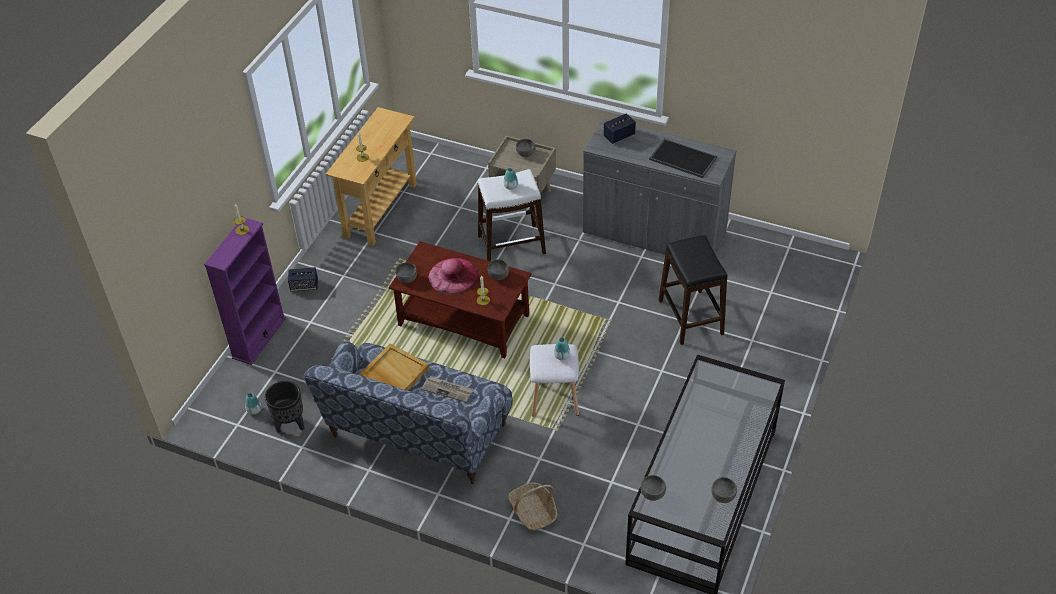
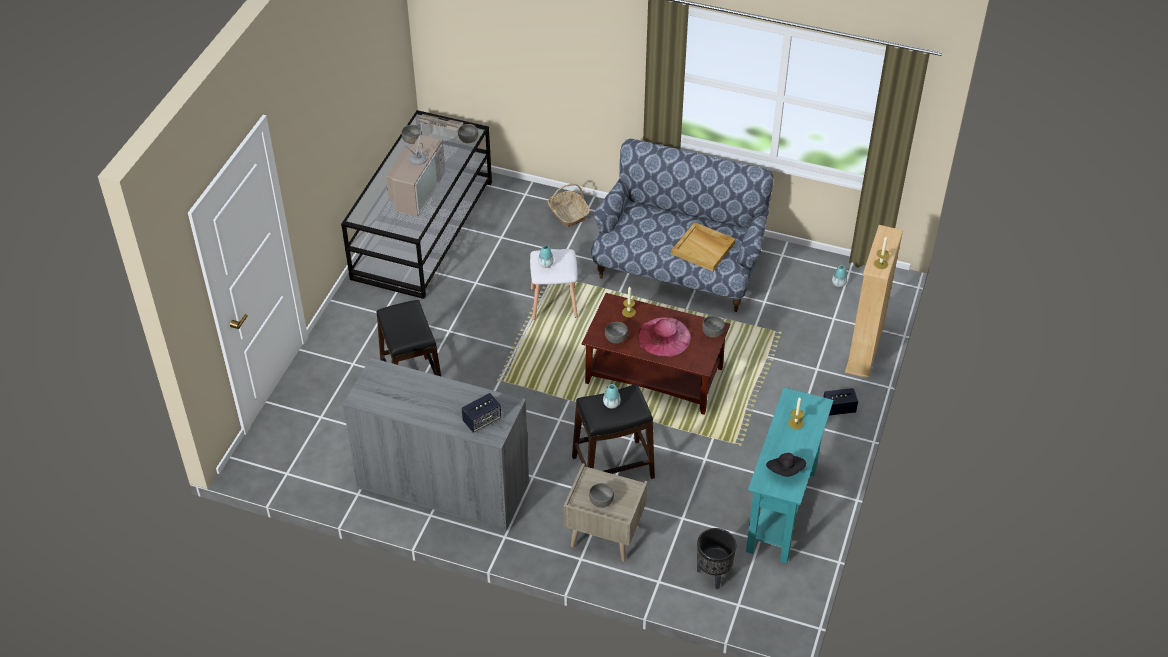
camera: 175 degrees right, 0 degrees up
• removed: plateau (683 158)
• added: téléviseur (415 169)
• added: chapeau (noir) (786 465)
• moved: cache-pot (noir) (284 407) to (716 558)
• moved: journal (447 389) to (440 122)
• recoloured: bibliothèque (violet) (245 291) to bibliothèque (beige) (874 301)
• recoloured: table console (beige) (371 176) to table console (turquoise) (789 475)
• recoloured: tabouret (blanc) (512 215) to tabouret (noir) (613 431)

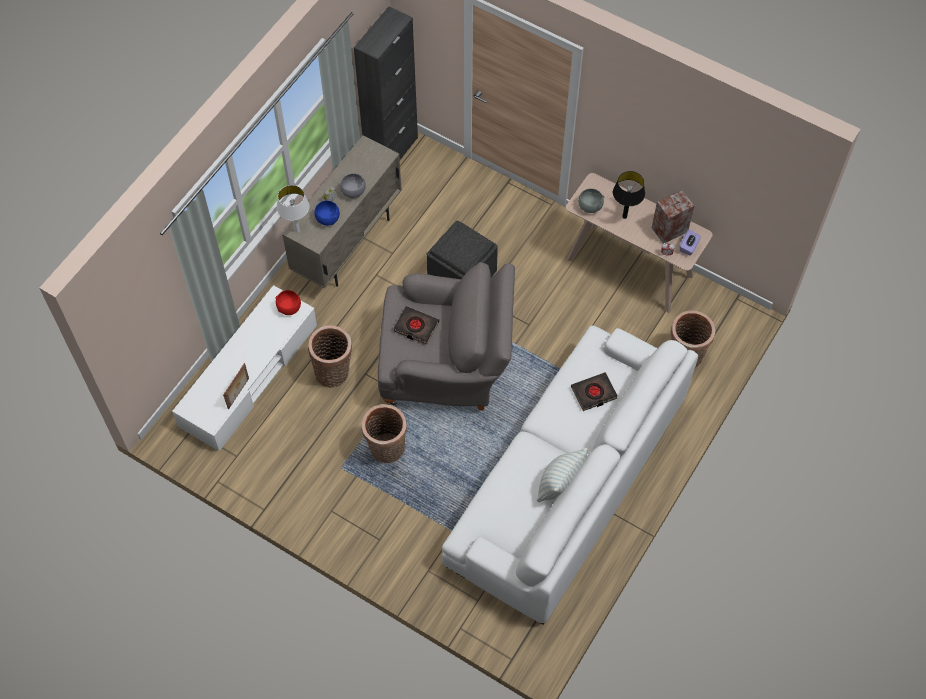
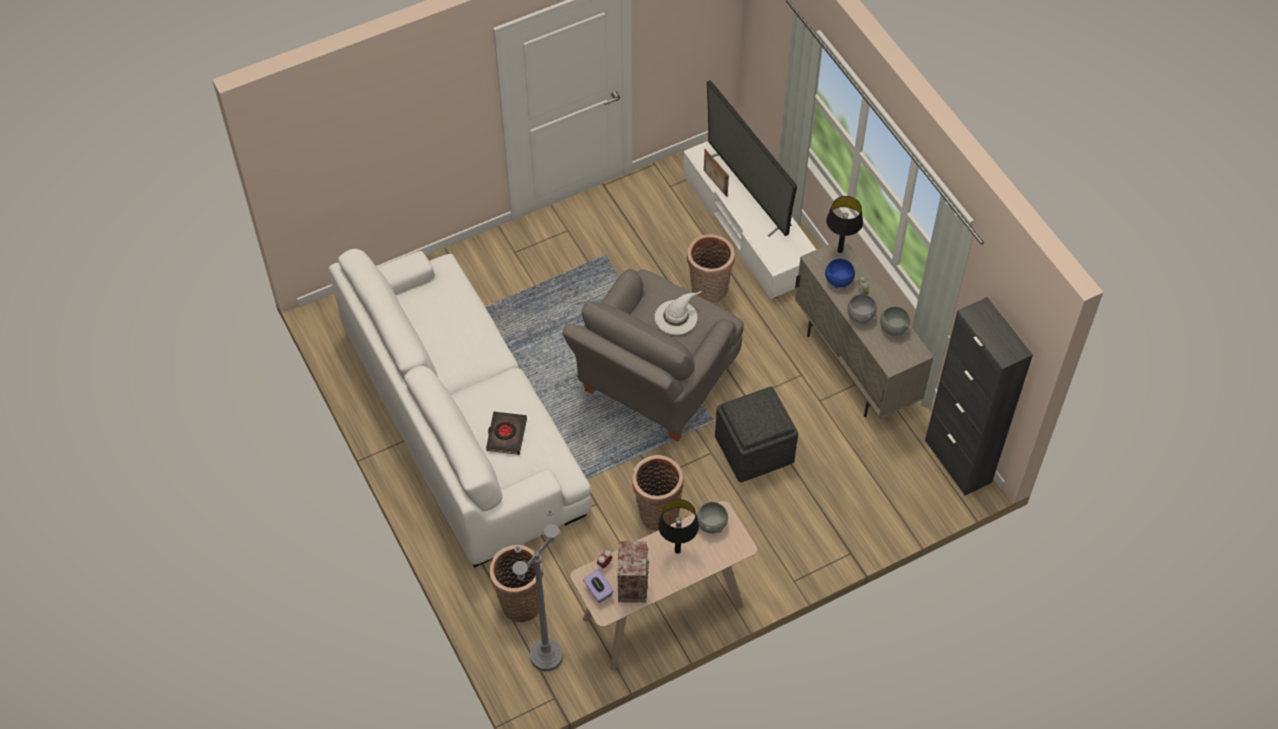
camera: 120 degrees right, 5 degrees down
• removed: bol (rouge) (288 302)
• removed: coussin (562 475)
• added: lampadaire (gris) (537 589)
• added: téléviseur (752 158)
• added: bol (gris) (895 321)
• moved: panier (384 433) to (658 493)
• replaced: livre (noir) (416 325) to chapeau (blanc) (678 313)
• recoloured: lampe de table (blanc) (293 209) to lampe de table (noir) (844 224)

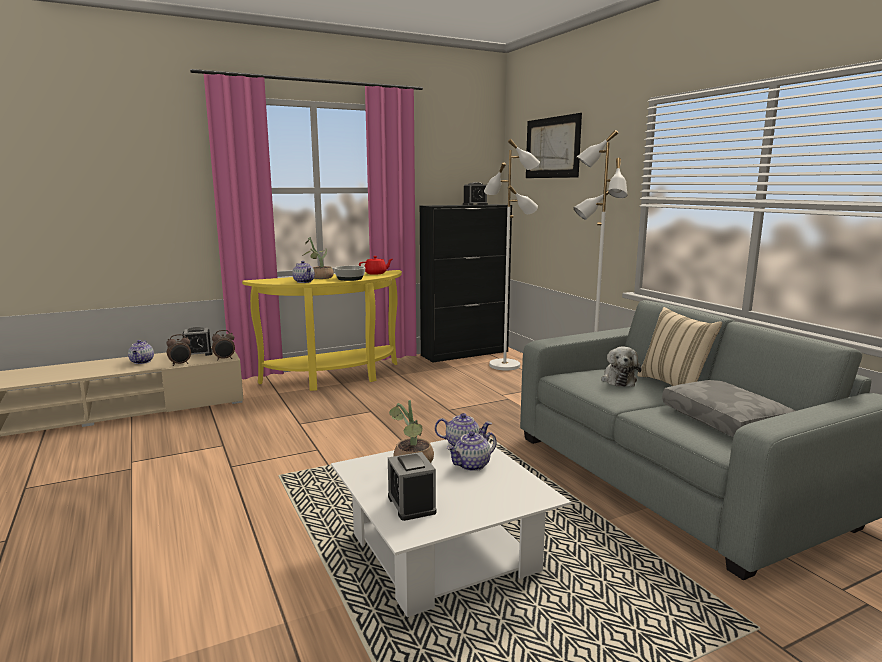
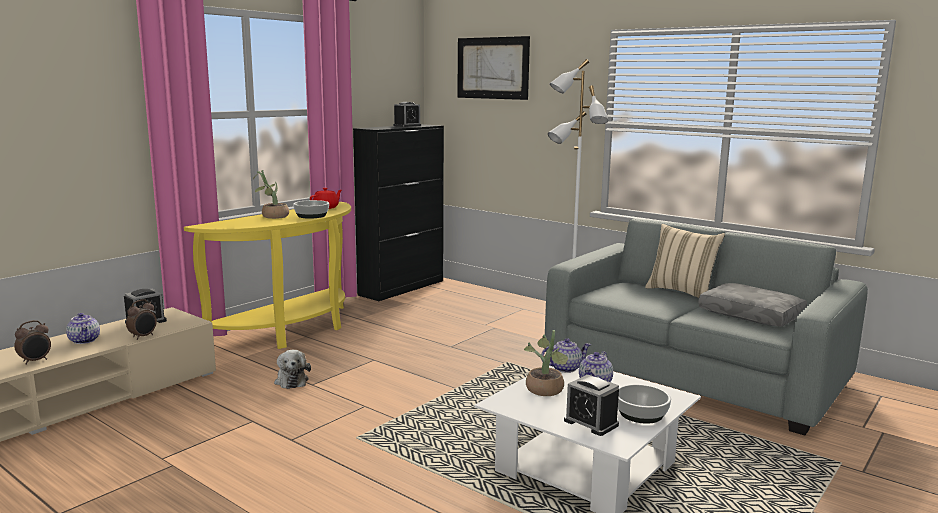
camera: 25 degrees left, 0 degrees up
• removed: théière (303 272)
• removed: lampadaire (blanc) (512 254)
• added: bol (644 404)
• moved: réveil (223 344) to (32 342)
• moved: peluche (621 366) to (292 369)

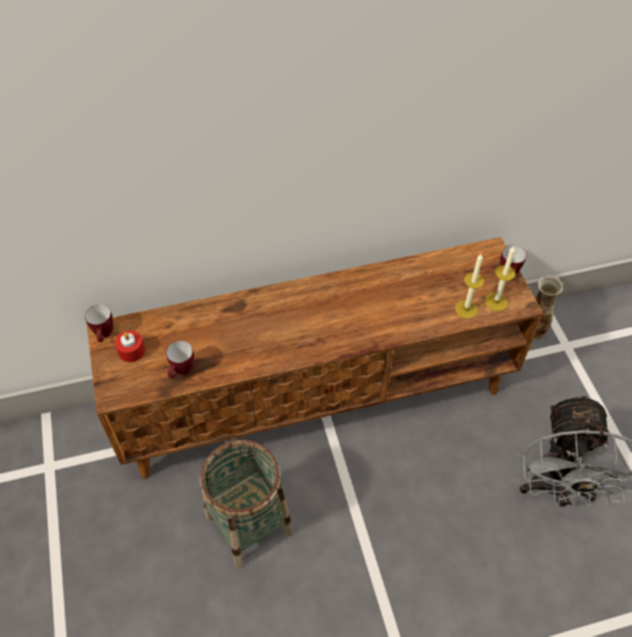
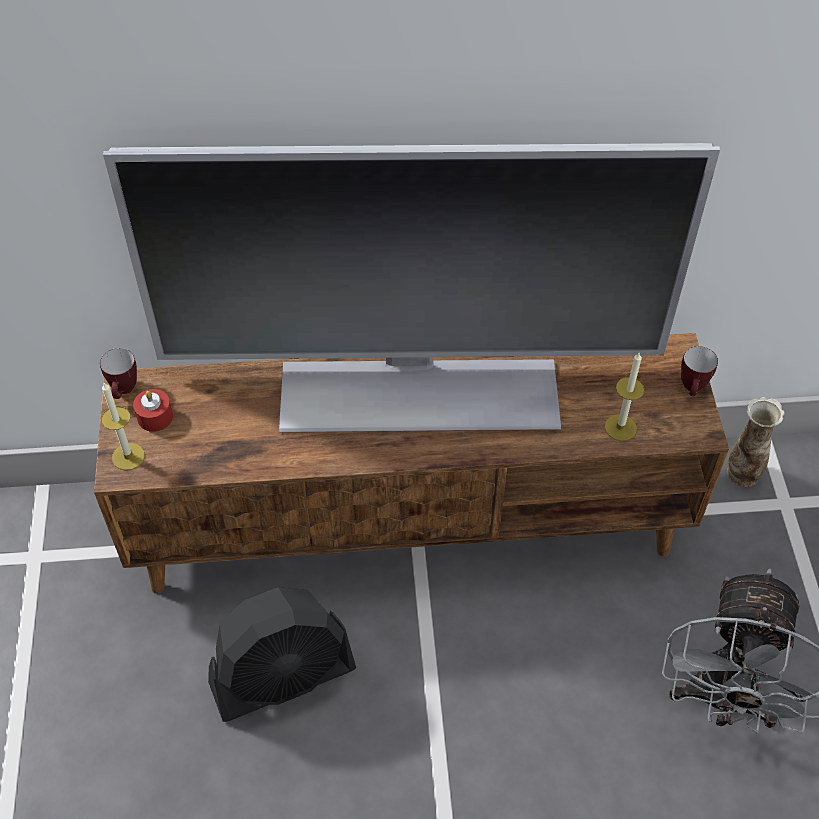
camera: 10 degrees right, 0 degrees up
• removed: mug (180 359)
• added: téléviseur (411 287)
• moved: bougie (500 278) to (123 426)
• replaced: panier (246 504) to ventilateur (noir) (282 654)

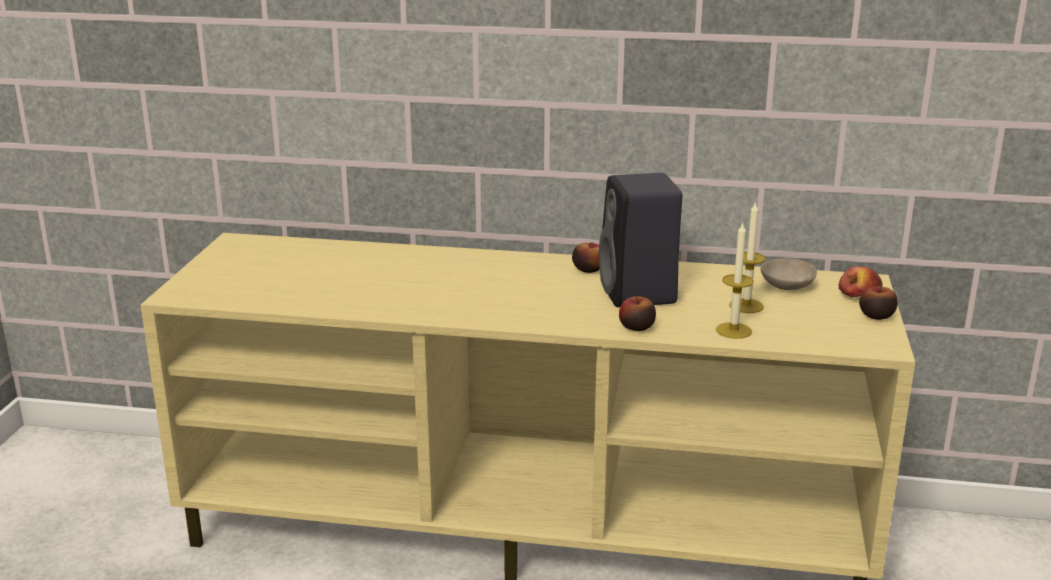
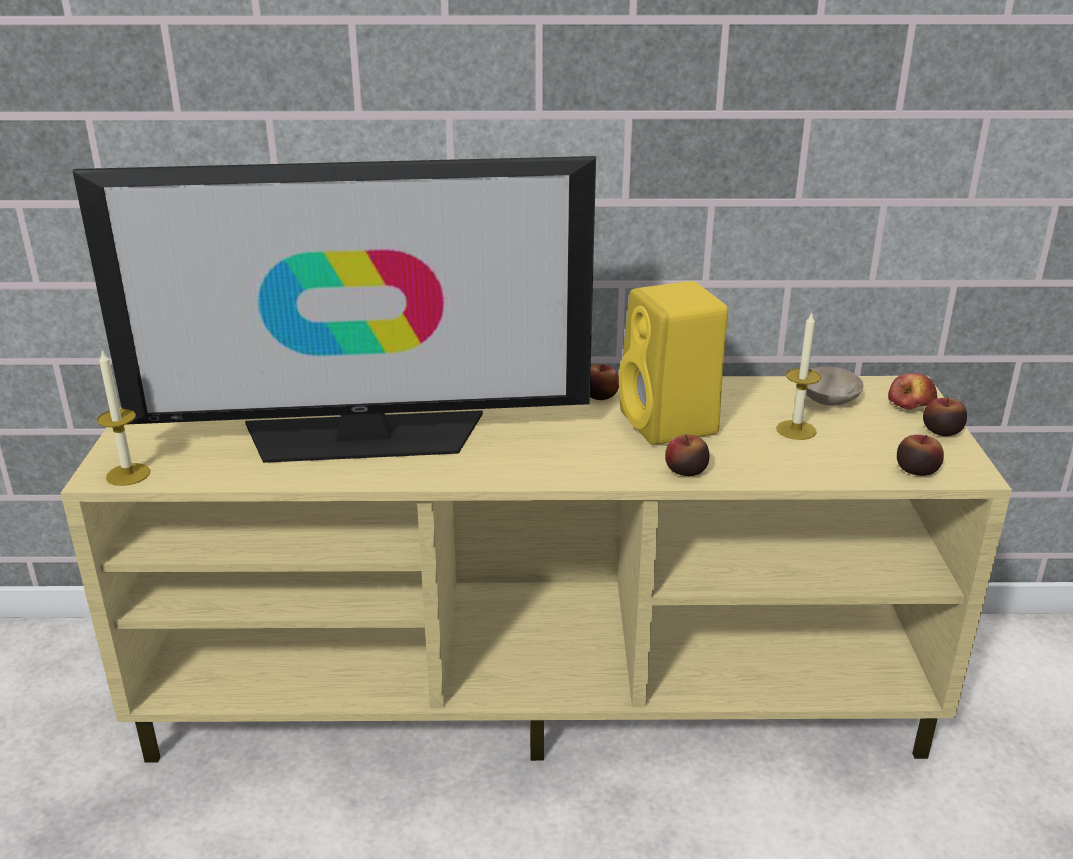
camera: 10 degrees left, 5 degrees up
• added: téléviseur (334 309)
• added: pomme (920 455)
• moved: bougie (735 280) to (123 418)
• recoloured: enceinte (noir) (640 240) to enceinte (jaune) (673 363)

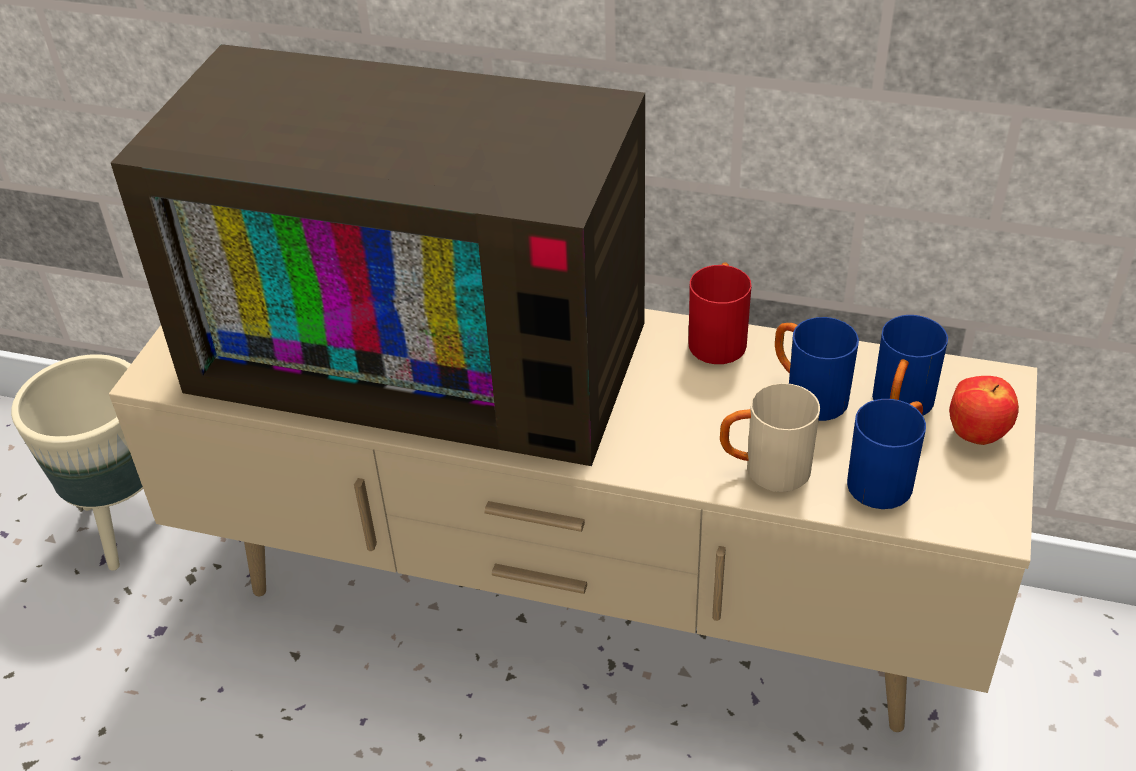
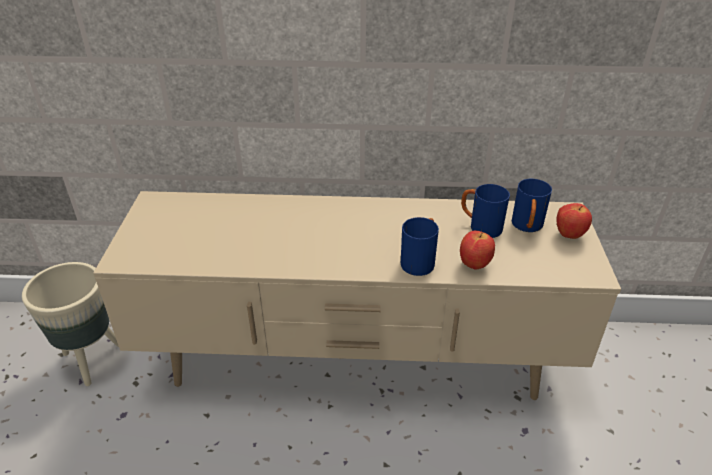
camera: 15 degrees left, 5 degrees down
• removed: téléviseur (378 255)
• removed: mug (rouge) (720 313)
• moved: mug (bleu) (886 454) to (420 246)
• replaced: mug (beige) (770 437) to pomme (477 250)

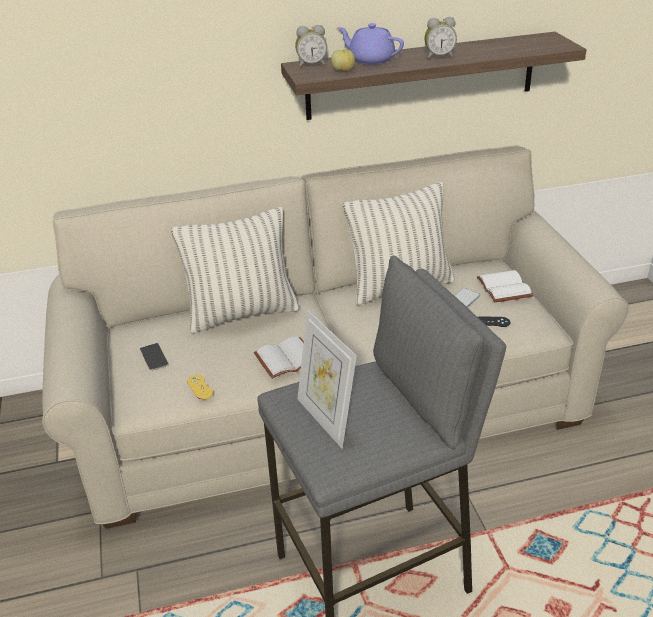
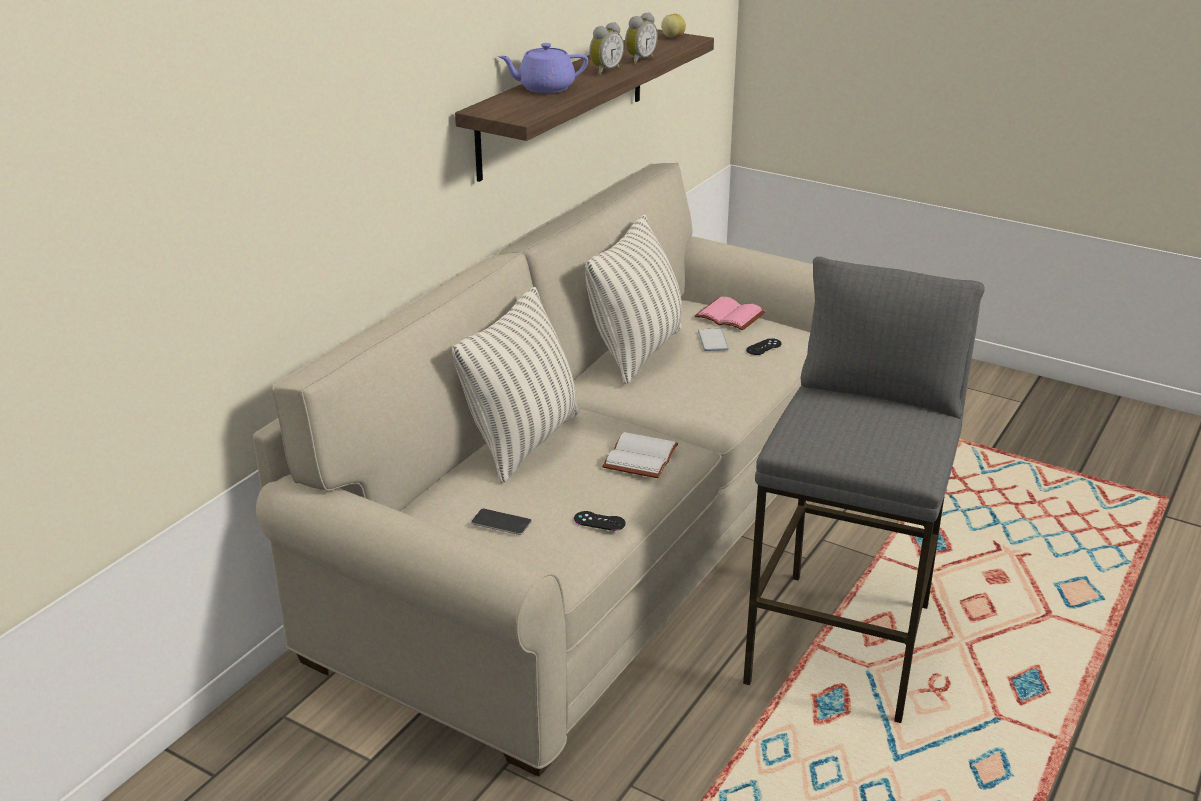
camera: 45 degrees left, 5 degrees down
• removed: cadre photo (327 379)
• moved: réveil (311 46) to (641 38)
• moved: pomme (343 60) to (673 25)
• recoloured: manette (jaune) (200 387) to manette (noir) (600 521)
• recoloured: livre (blanc) (505 286) to livre (rose) (729 314)

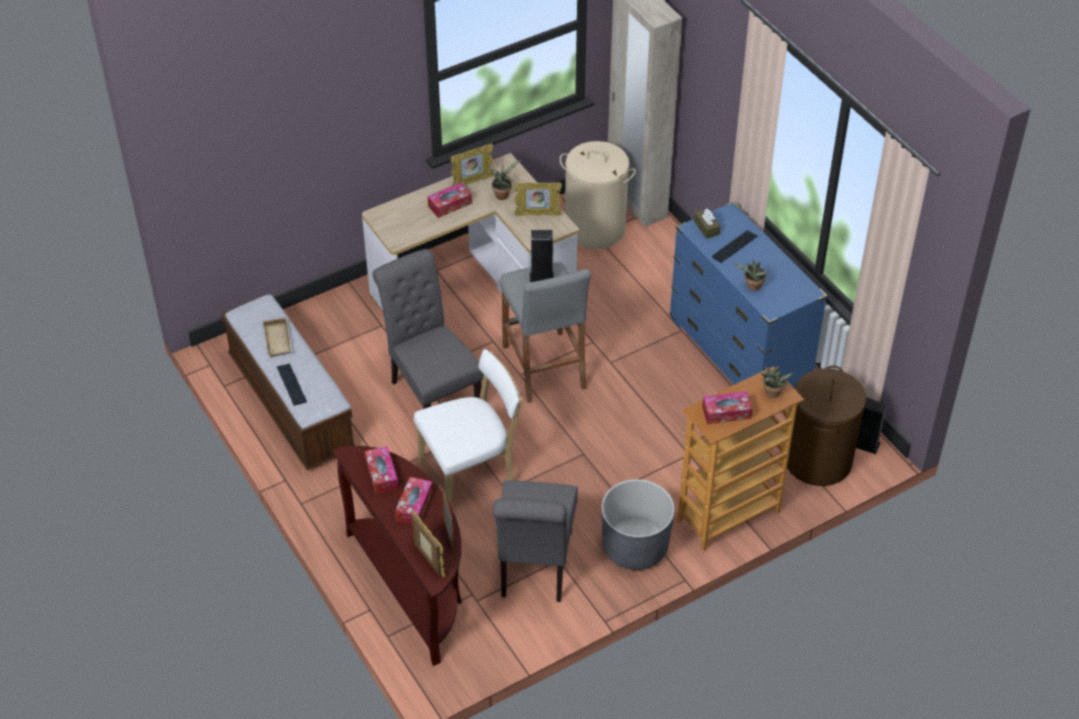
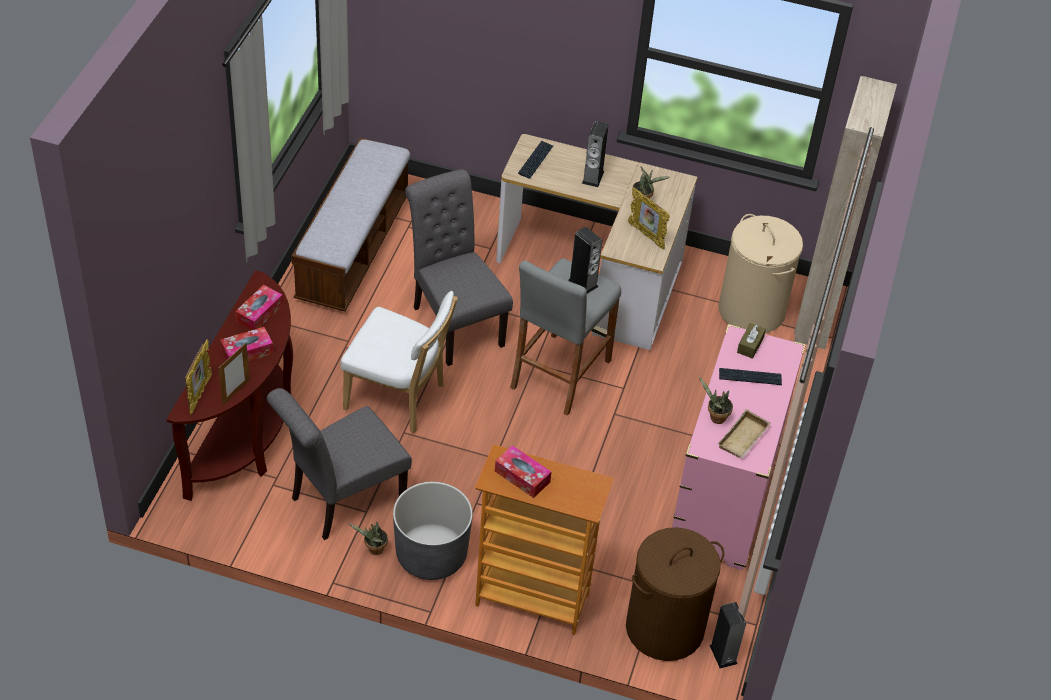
camera: 45 degrees right, 0 degrees up
• removed: cadre photo (472 165)
• moved: plateau (beige) (277 337) to (744 433)
• moved: clavier (292 384) to (535 160)
• moved: plante en pot (777 382) to (368 538)
• replaced: boîte à mouchoirs (450 200) to enceinte (595 154)
• recoloured: commode (bleu) (748 294) to commode (rose) (739 447)
• turned: chaise (gris) (428 329) = (459 267) 45 degrees counterclockwise

